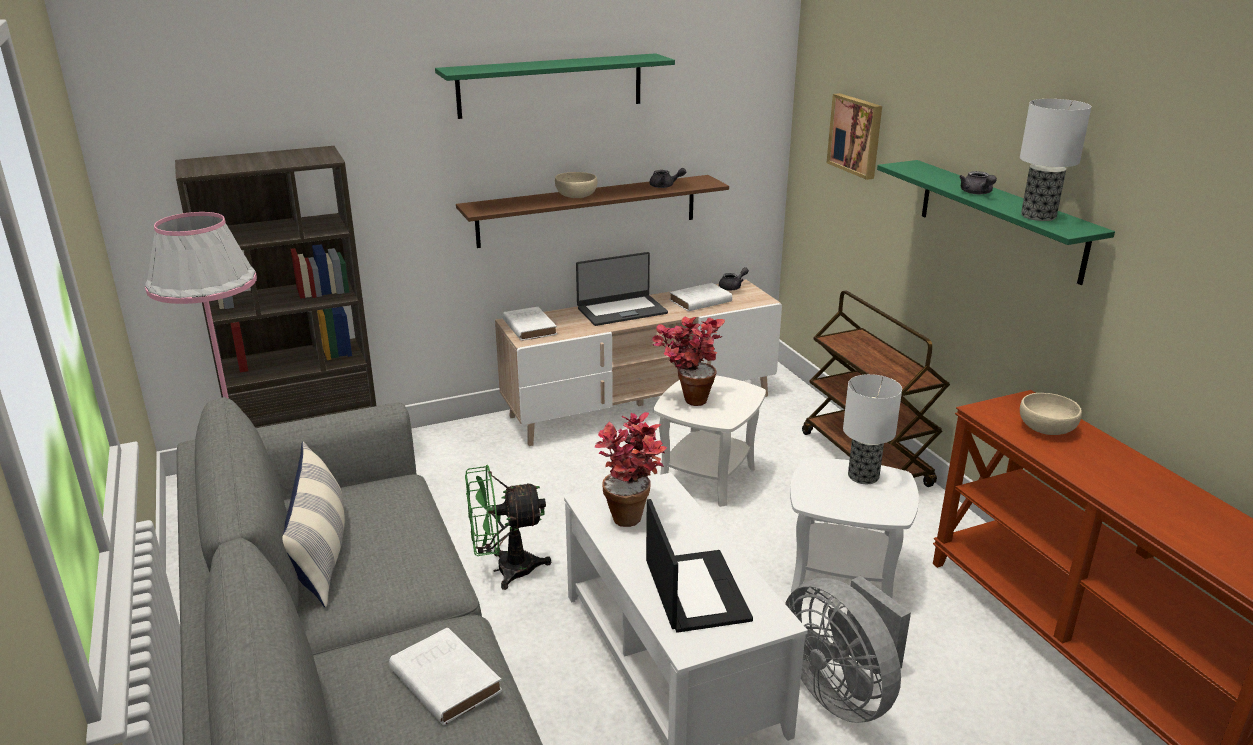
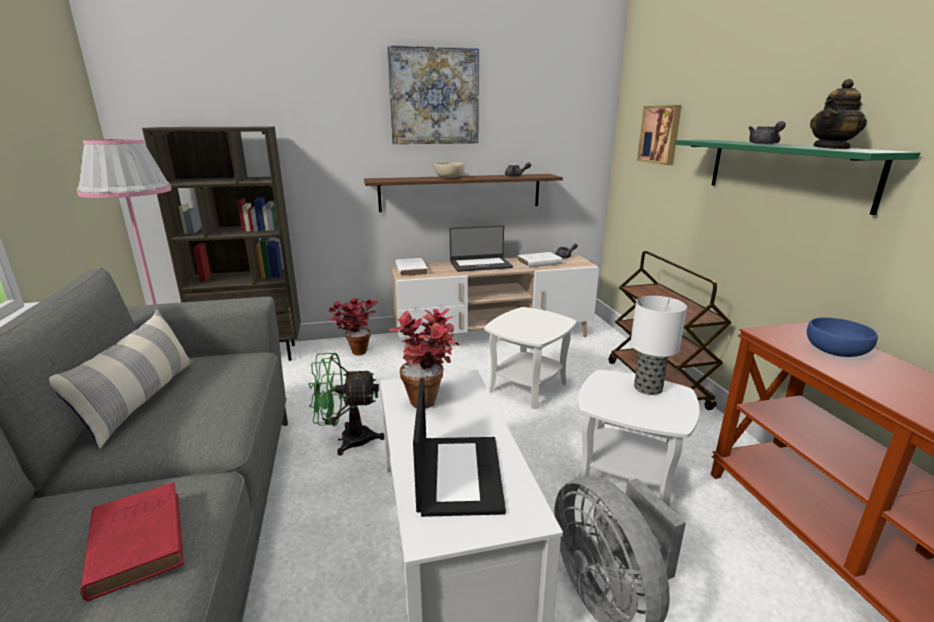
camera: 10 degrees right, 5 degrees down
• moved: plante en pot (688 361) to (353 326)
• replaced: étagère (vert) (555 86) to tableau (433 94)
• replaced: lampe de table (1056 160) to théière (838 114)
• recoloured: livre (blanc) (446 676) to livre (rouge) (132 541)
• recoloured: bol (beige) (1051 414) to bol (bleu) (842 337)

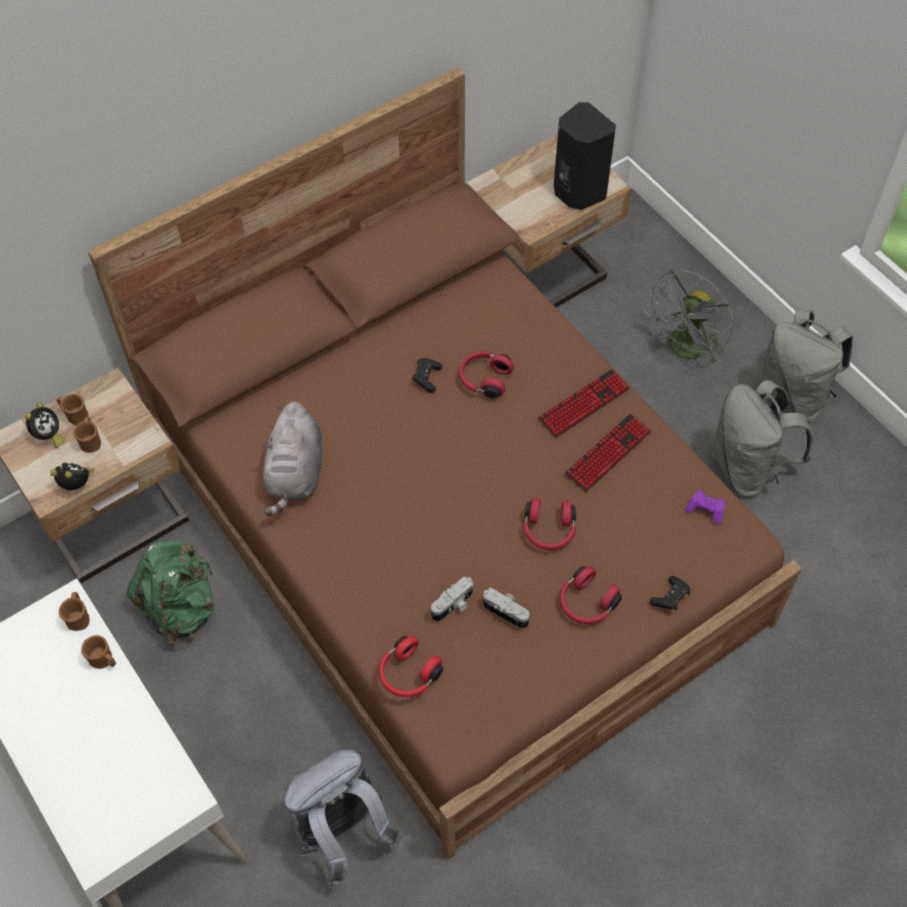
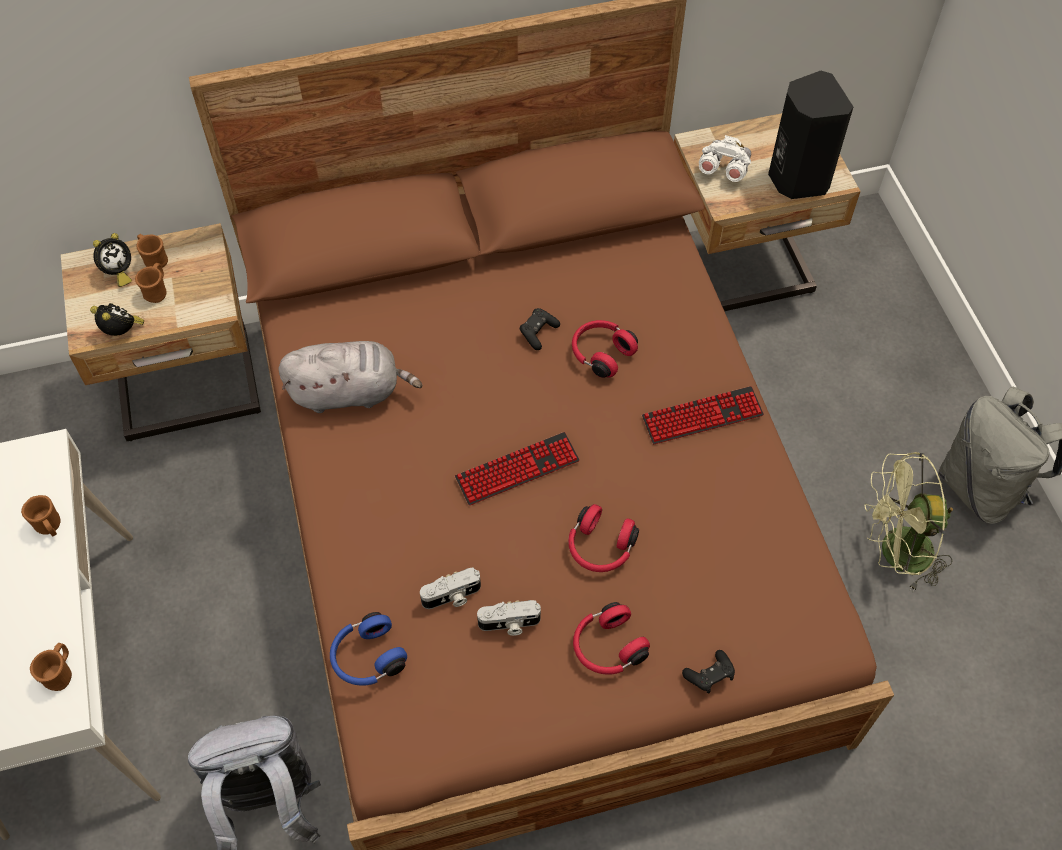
camera: 20 degrees right, 0 degrees up
• removed: sac à dos (vert) (170 593)
• removed: ventilateur (gris) (688 317)
• removed: manette (violet) (705 507)
• added: jumelles (blanc) (725 158)
• moved: mug (marron) (74 611) to (51 667)
• moved: clavier (608 453) to (517 468)
• replaced: sac à dos (gris) (762 438) to ventilateur (vert) (908 521)
• recoloured: casque audio (rouge) (411 666) to casque audio (bleu) (368 649)
• turned: peluche (gris) (292 459) = (350 377) 120 degrees counterclockwise
• turned: appareil photo (506 608) = (509 618) 120 degrees clockwise

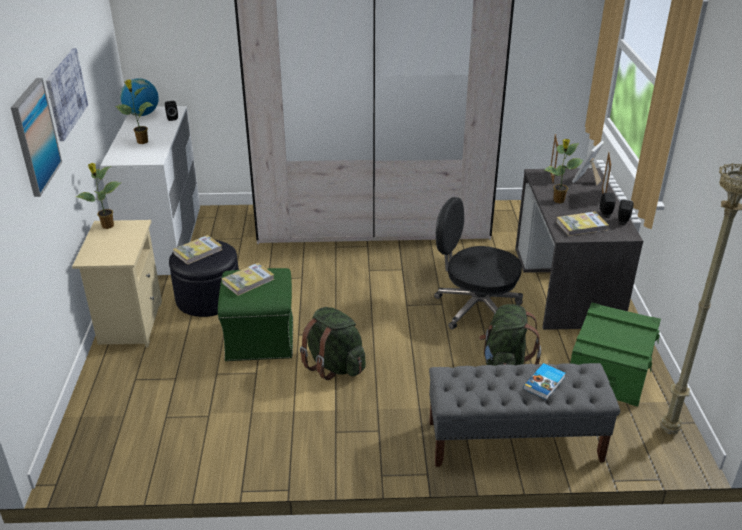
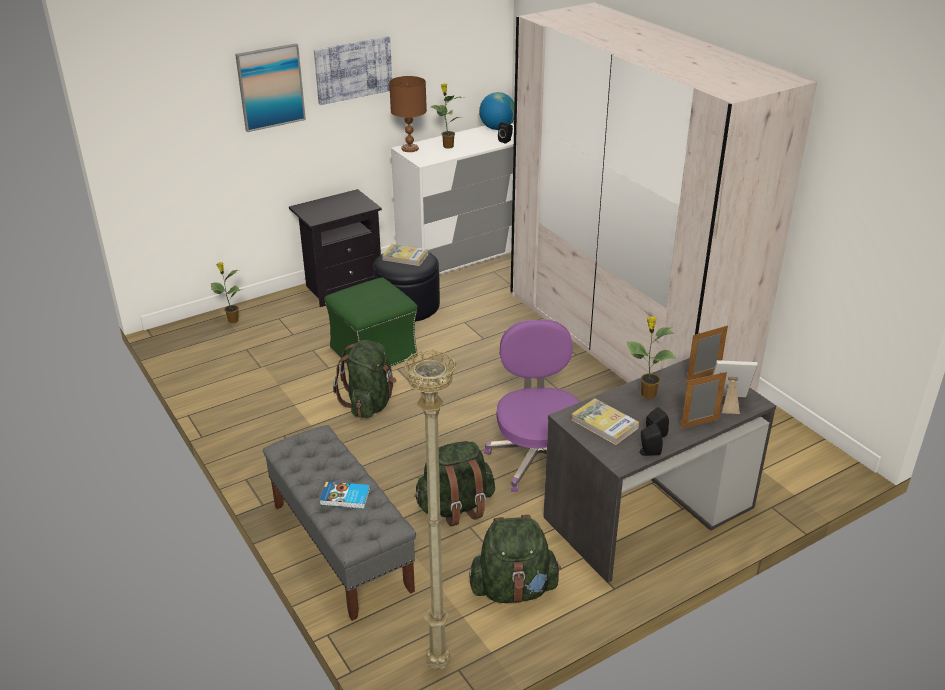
camera: 60 degrees right, 0 degrees up
• removed: livre (248 279)
• added: lampe de table (marron) (408 114)
• moved: plante en pot (98 196) to (226 292)
• replaced: boîte de rangement (vert) (615 354) to sac à dos (vert) (515 559)
• recoloured: table de chevet (beige) (117 283) to table de chevet (noir) (335 248)
• recoloured: chaise de bureau (noir) (478 263) to chaise de bureau (violet) (532 405)

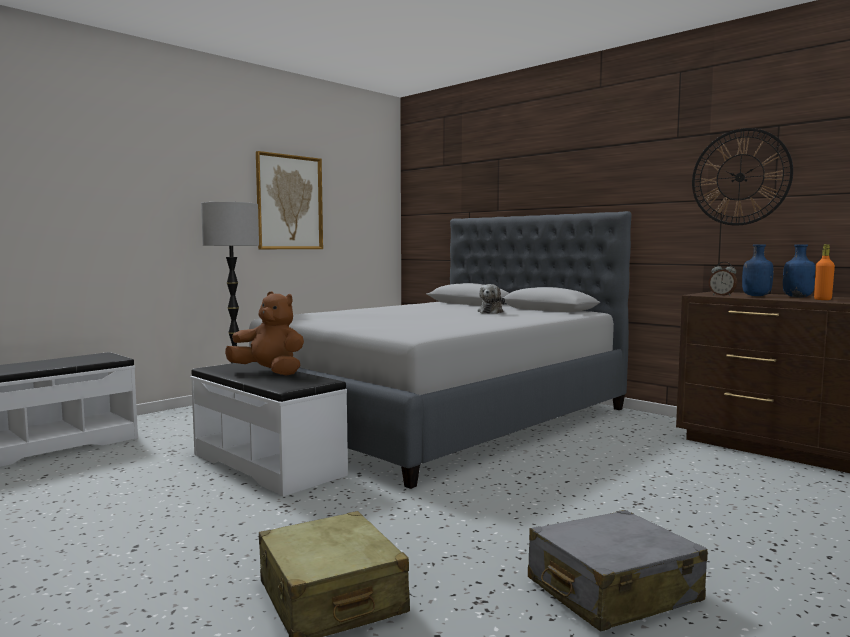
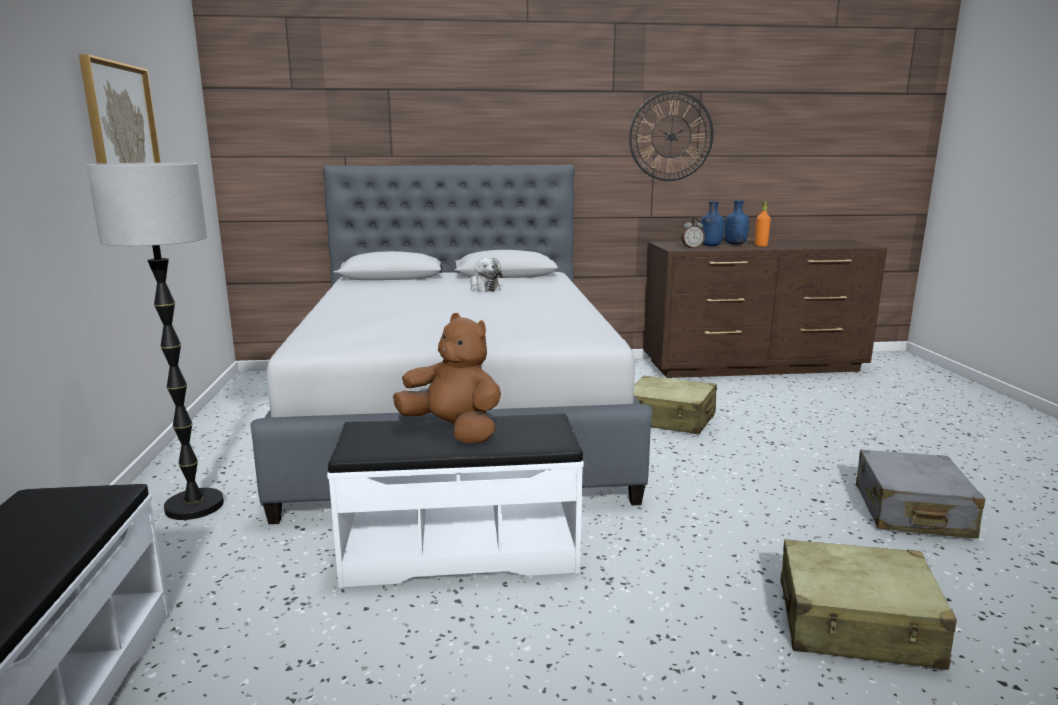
camera: 50 degrees left, 10 degrees up
• added: valise (beige) (675 405)
• turned: peluche (marron) (264 333) = (447 378) 60 degrees clockwise

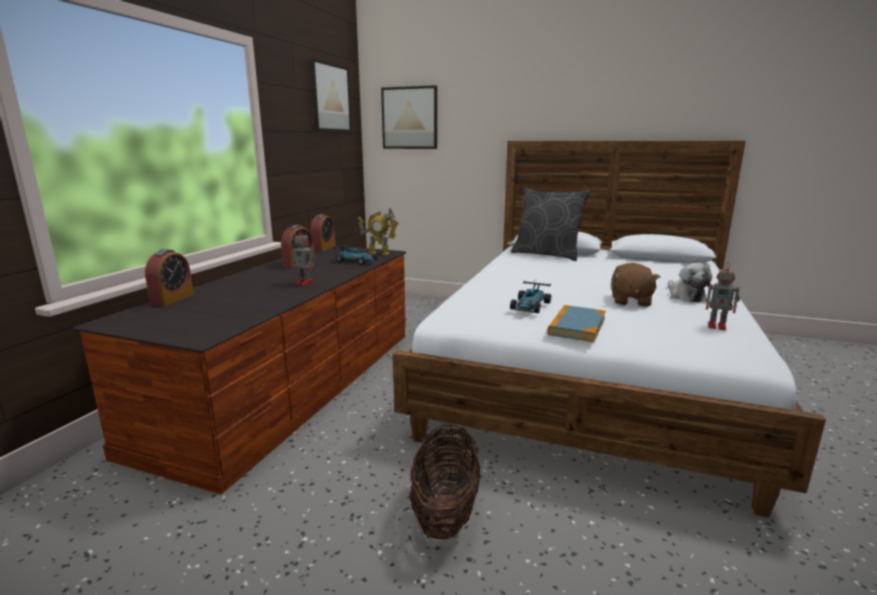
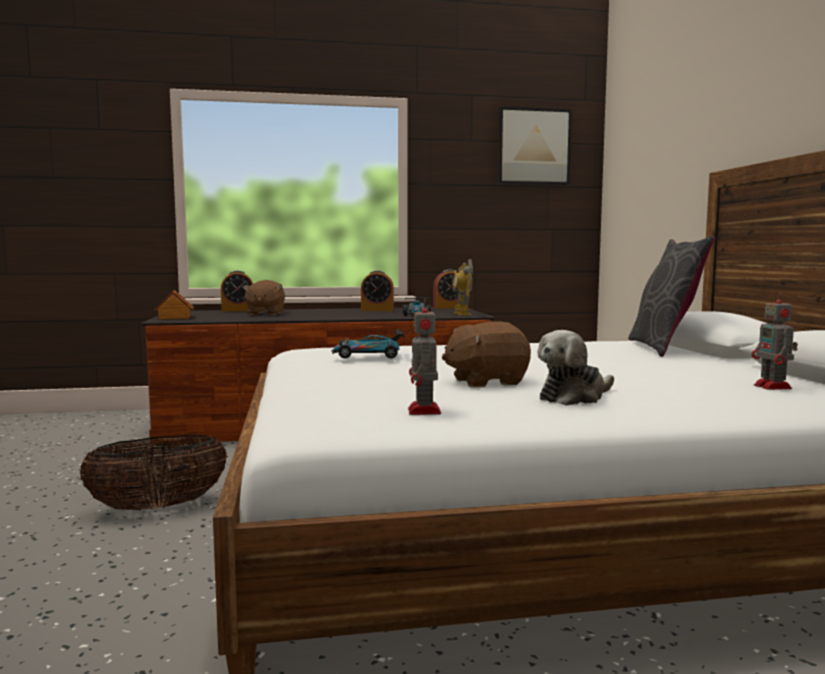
camera: 60 degrees right, 10 degrees down
• removed: tableau (409 117)
• removed: livre (576 323)
• added: maison miniature (174 304)
• added: peluche (marron) (263 297)
• moved: robot jouet (303 257) to (775 340)

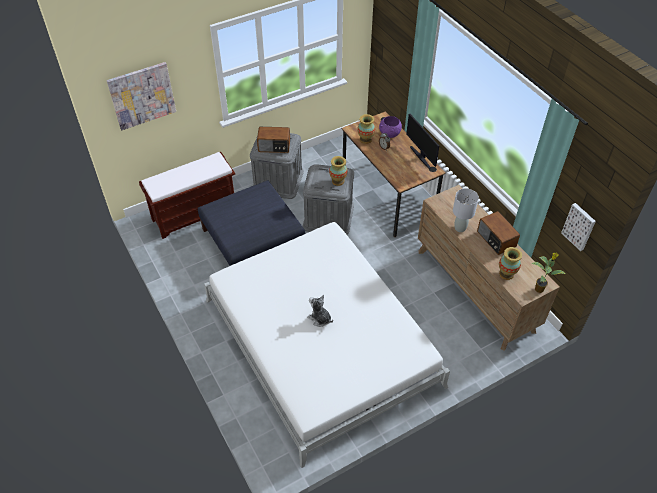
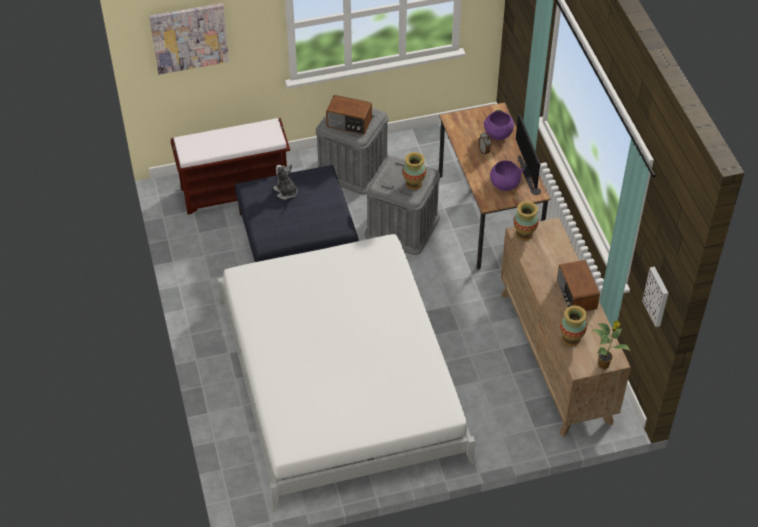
camera: 15 degrees right, 0 degrees up
• removed: lampe de table (gris) (466 210)
• added: bol (violet) (506 176)
• moved: peluche (320 311) to (285 181)
• moved: vase (366 129) to (526 220)

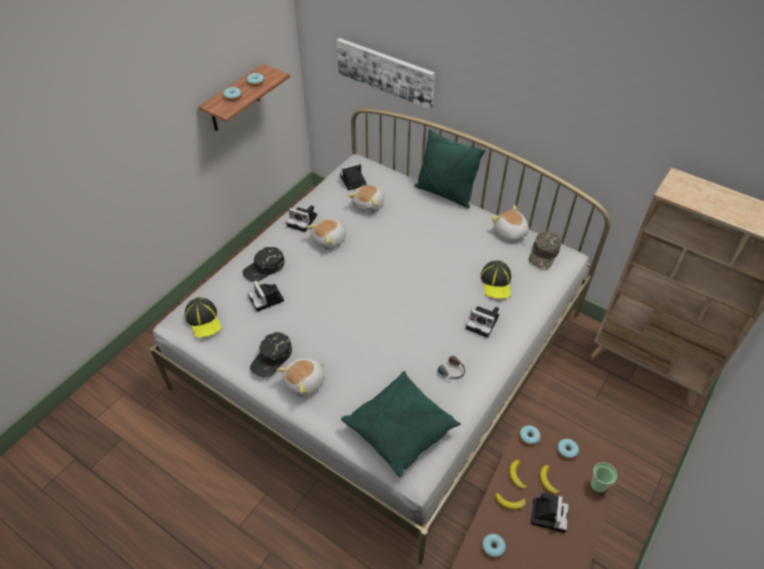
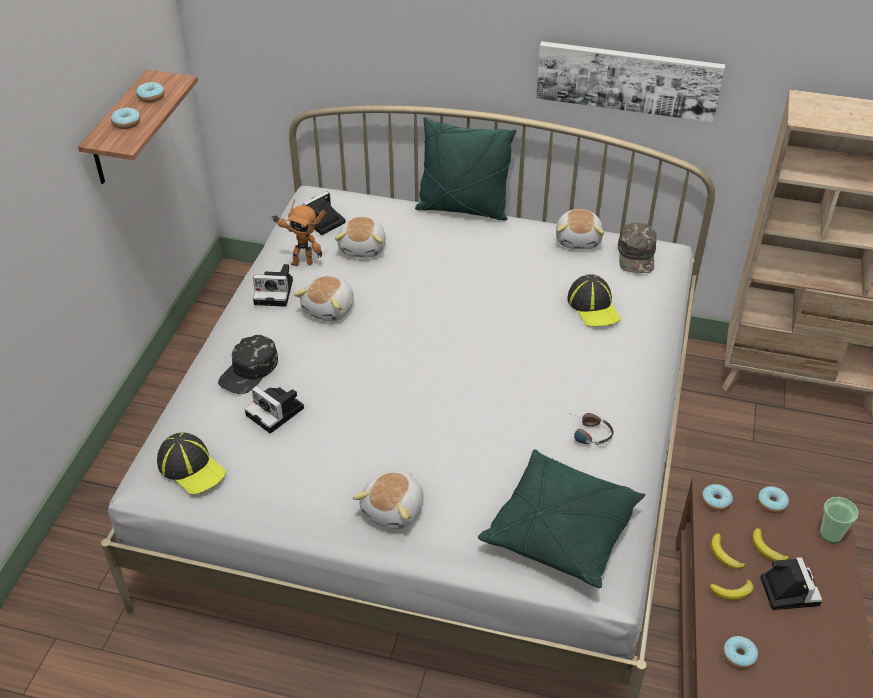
camera: 20 degrees left, 5 degrees down
• removed: casquette (noir) (271 355)
• removed: appareil photo (482 322)
• added: robot jouet (298 232)
• moved: tableau (386 73) to (630 81)
• turned: peluche (510 223) = (580 229) 120 degrees counterclockwise

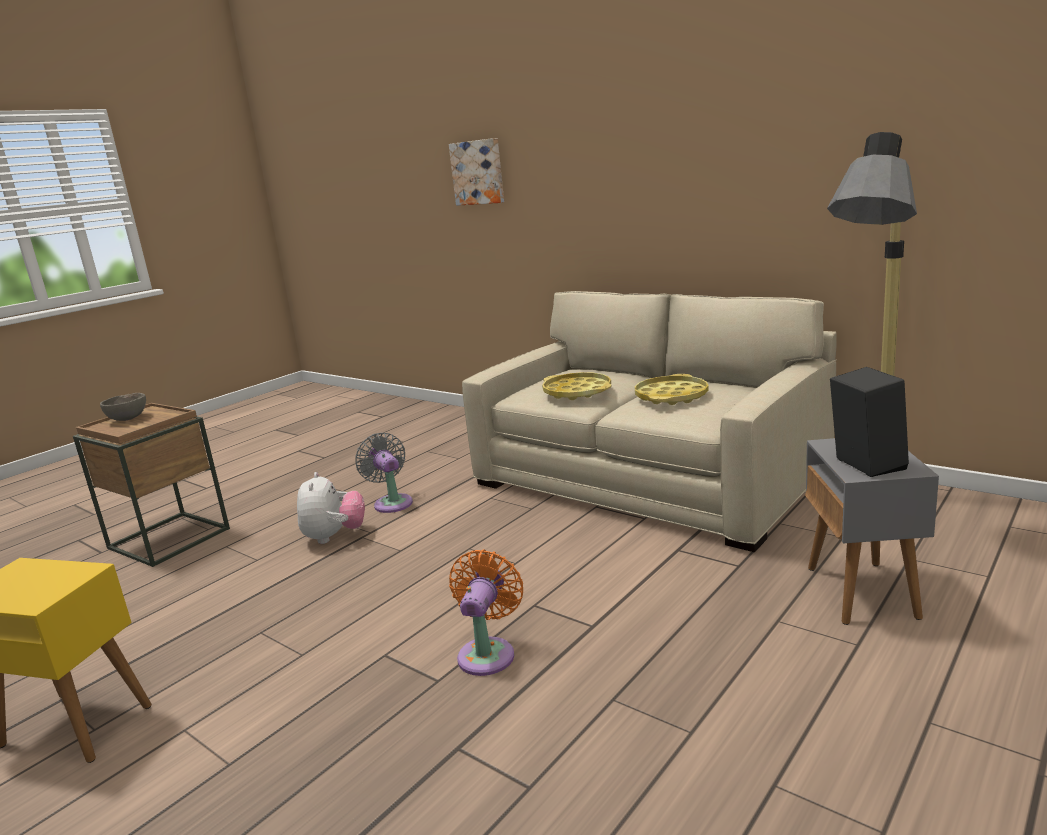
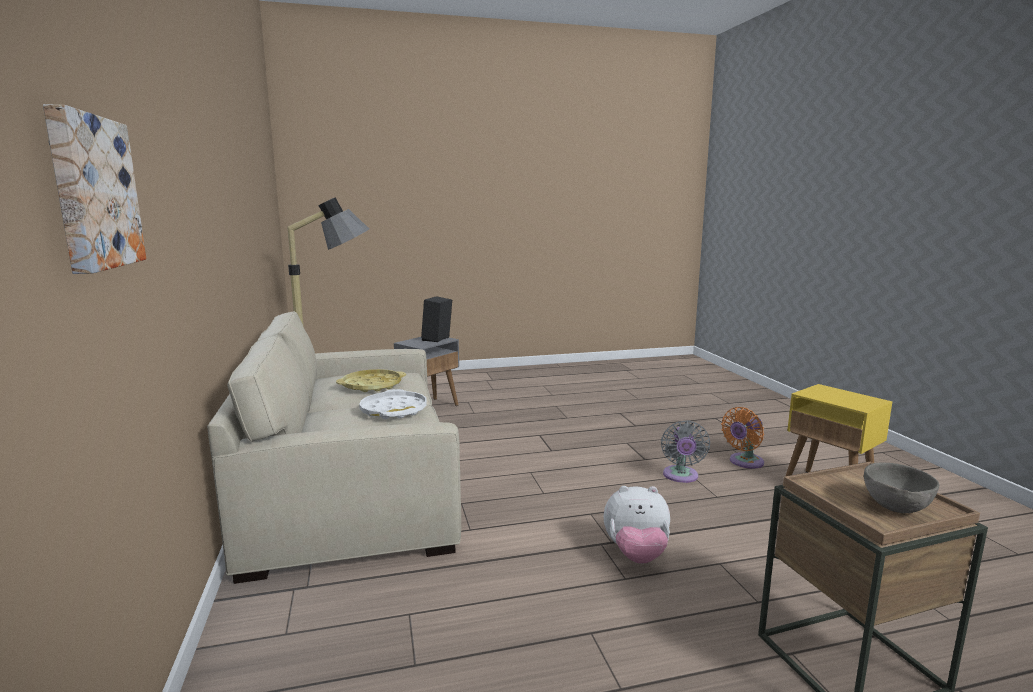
camera: 145 degrees left, 5 degrees down
• moved: ventilateur (gris) (384 473) to (685 452)
• moved: ventilateur (orange) (486 612) to (742 438)
• recoloured: plateau (jaune) (577 386) to plateau (blanc) (393 404)
• turned: peluche (331 508) = (637 525) 120 degrees counterclockwise

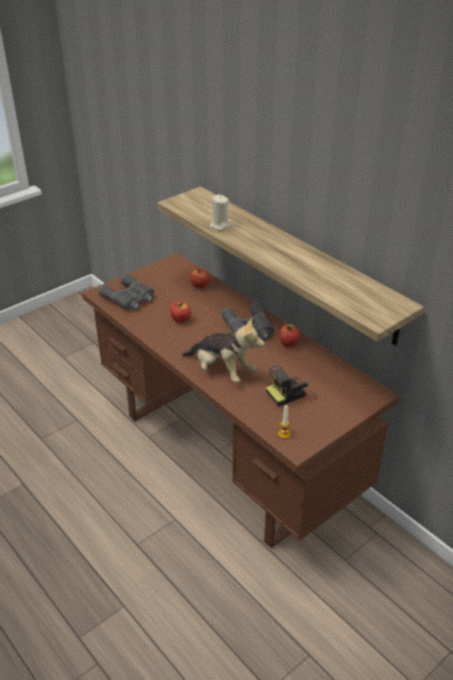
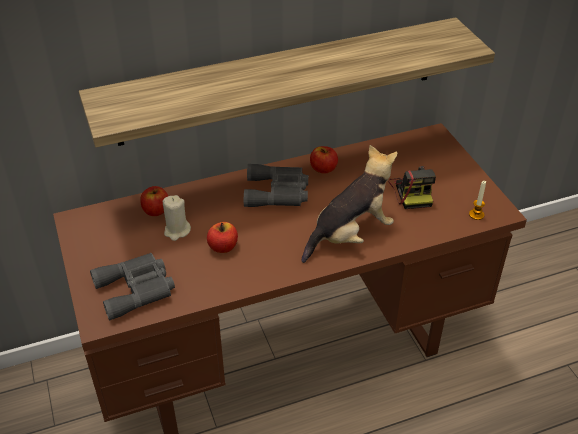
camera: 70 degrees left, 5 degrees up
• moved: bougie (beige) (220 212) to (177 218)

